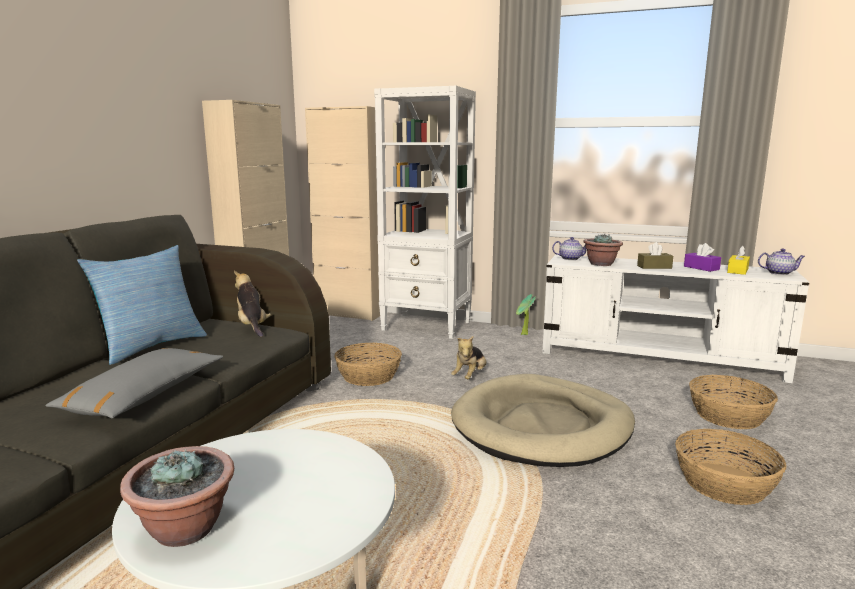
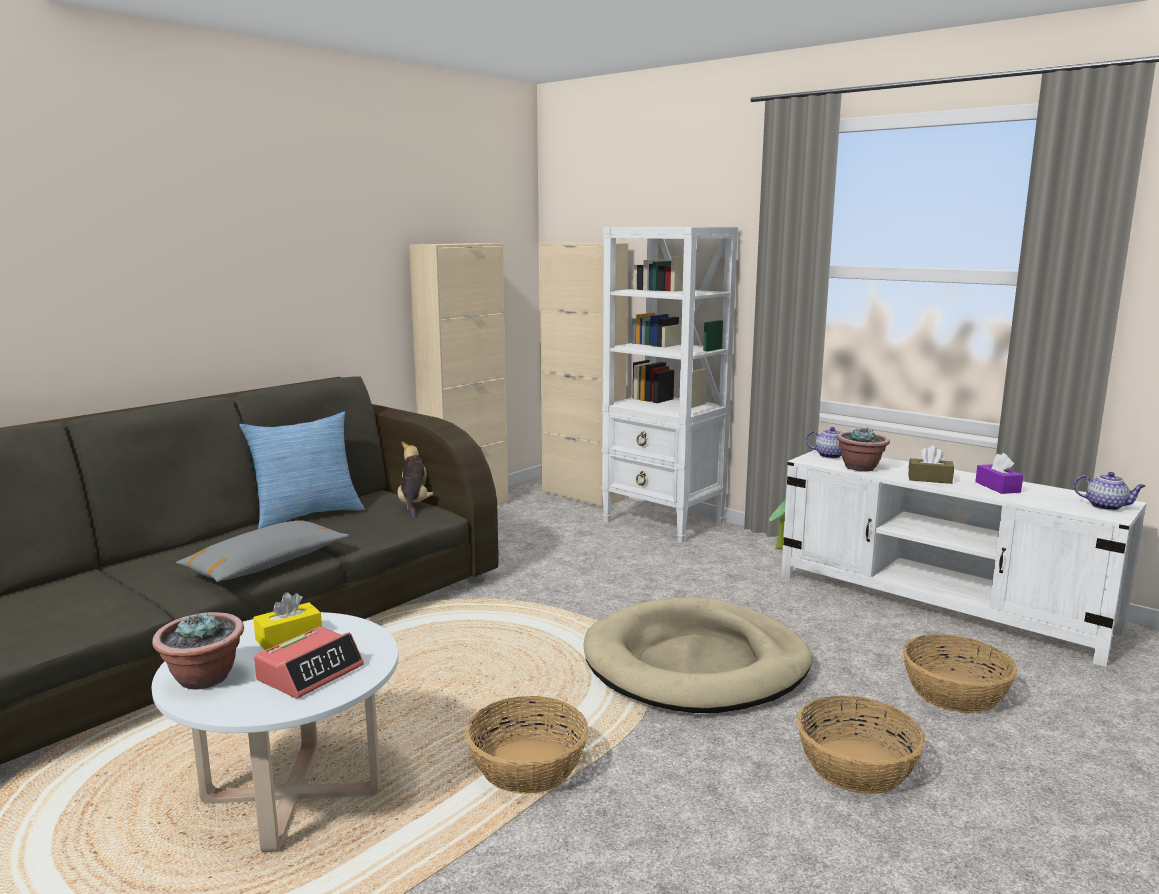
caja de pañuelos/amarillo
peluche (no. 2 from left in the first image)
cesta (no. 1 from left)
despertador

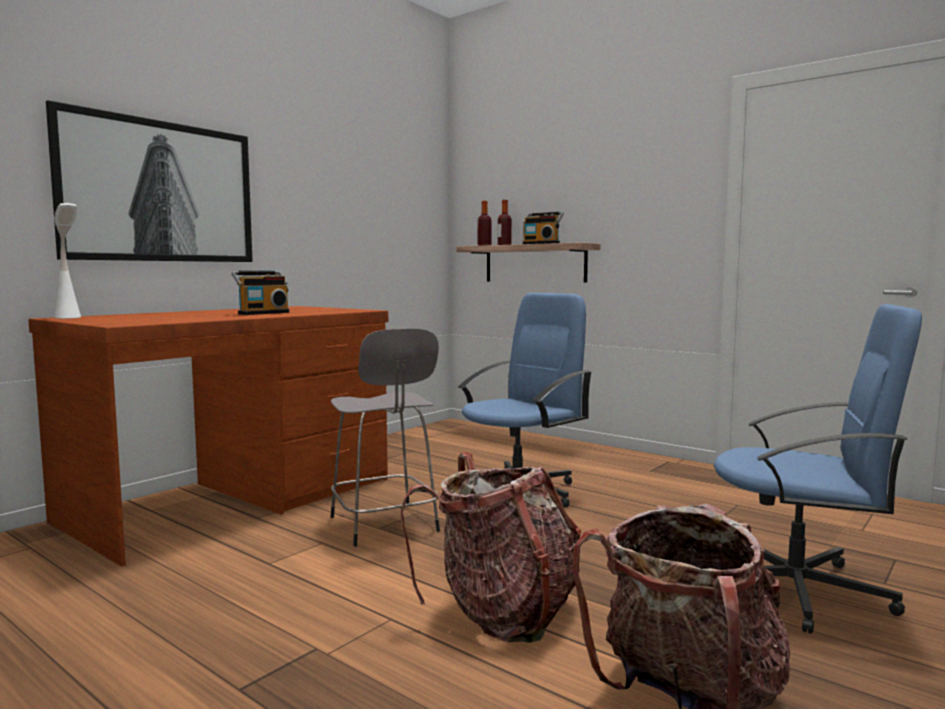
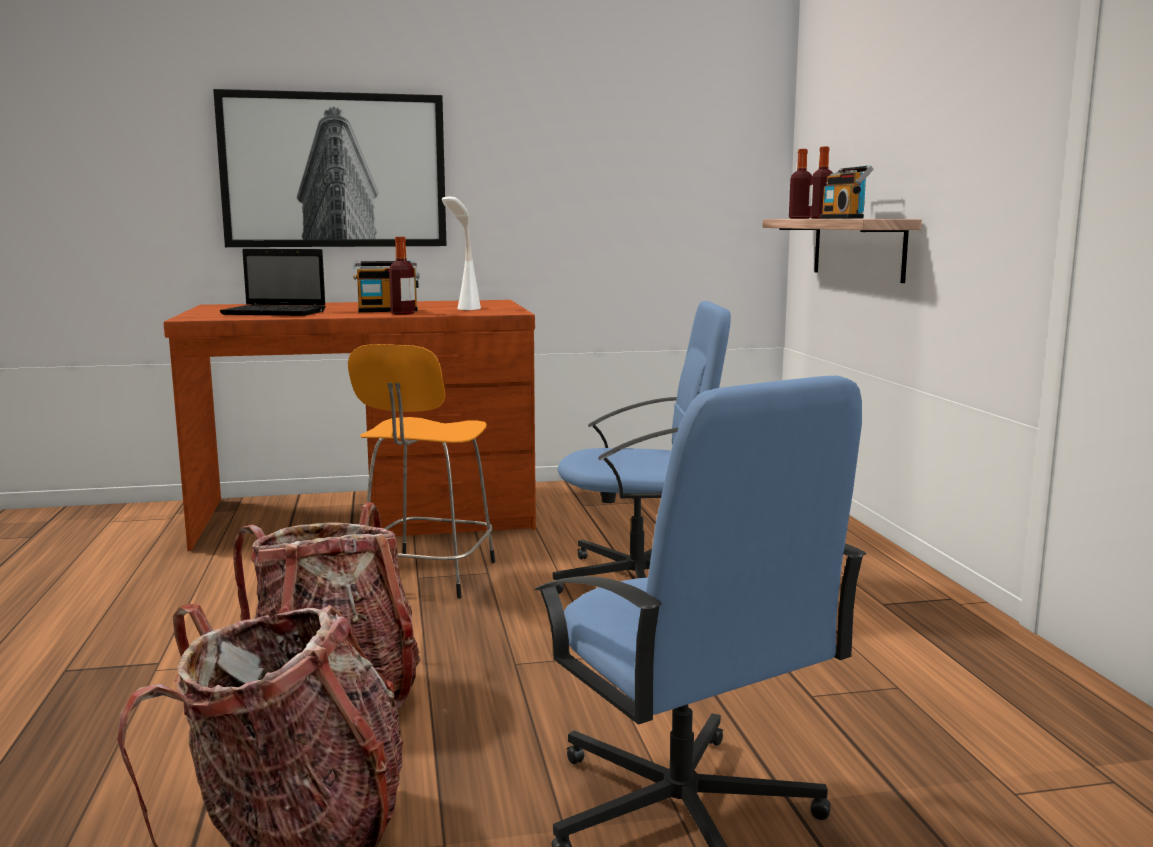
lámpara de mesa/blanco
taburete/naranja
botella (no. 1 from left)
portátil

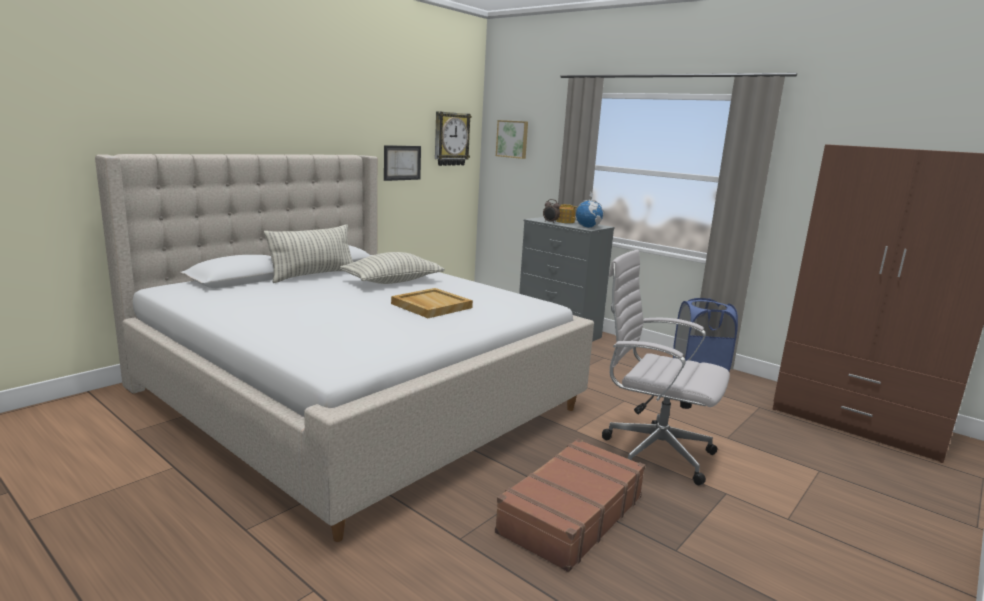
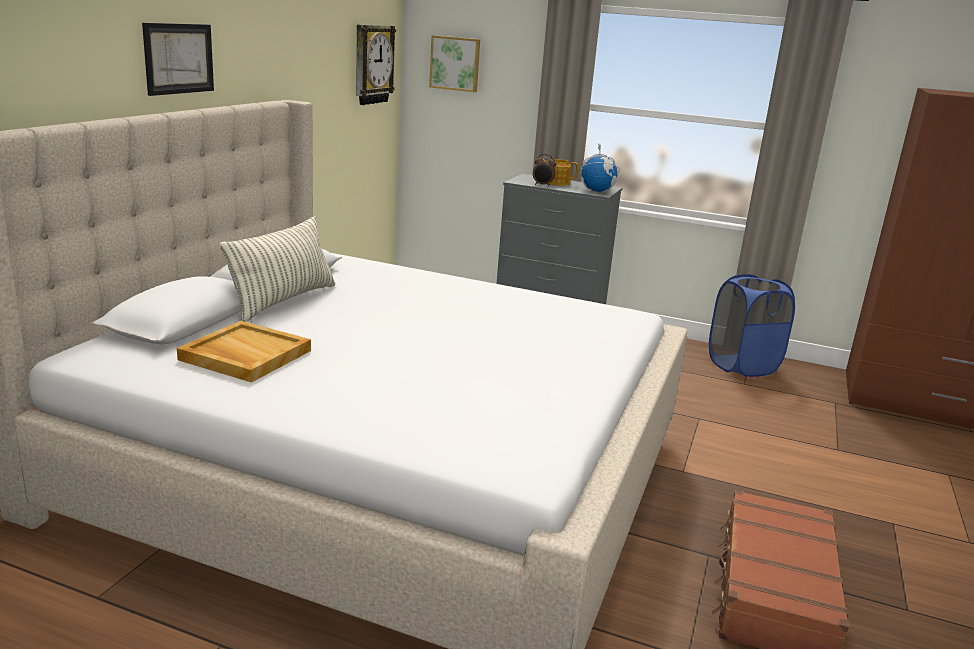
cuadro (no. 1 from left)
silla de oficina/blanco
cojín (no. 2 from left in the first image)
bandeja/beis

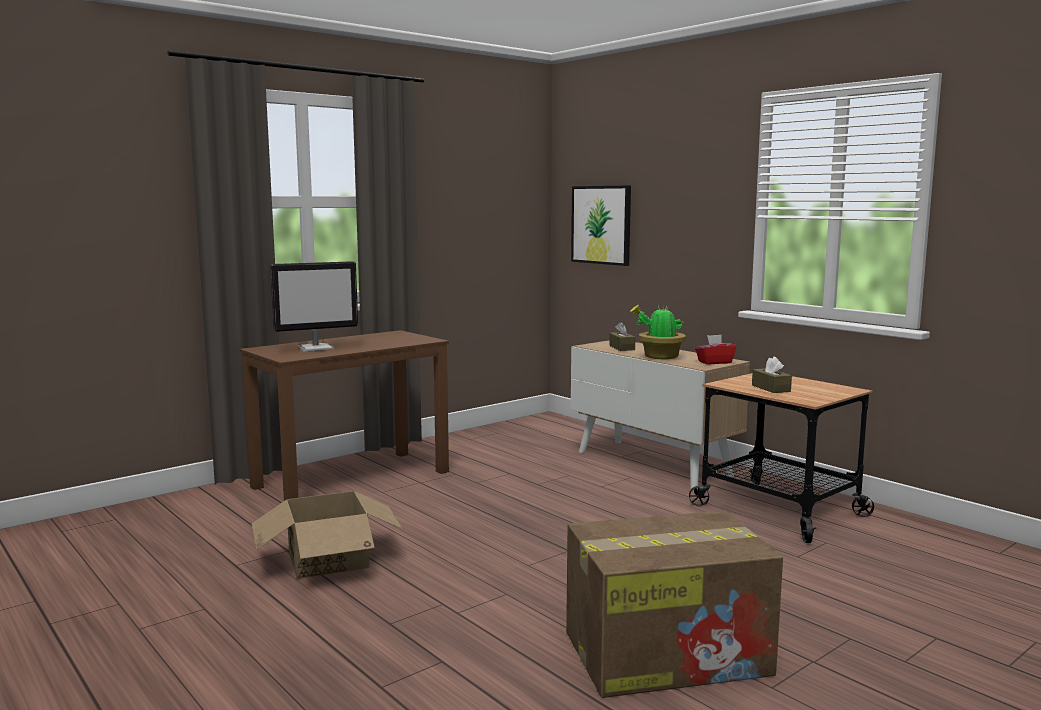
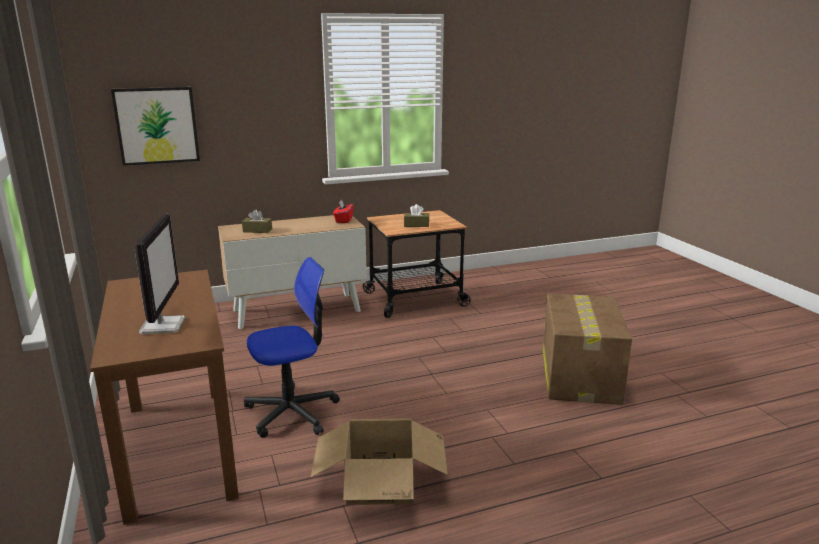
planta en maceta
silla de oficina

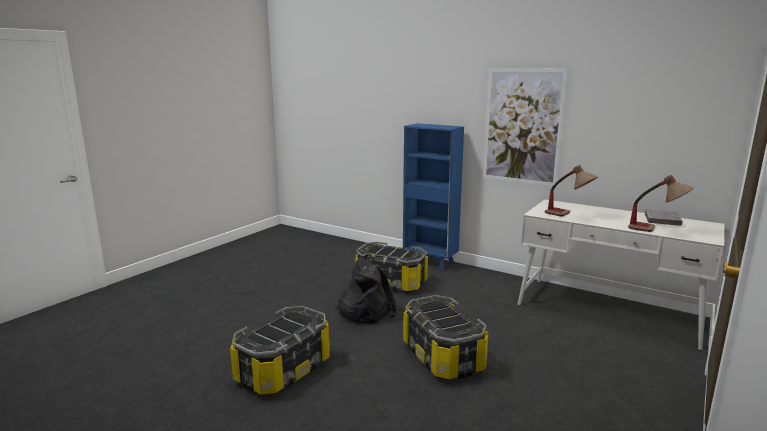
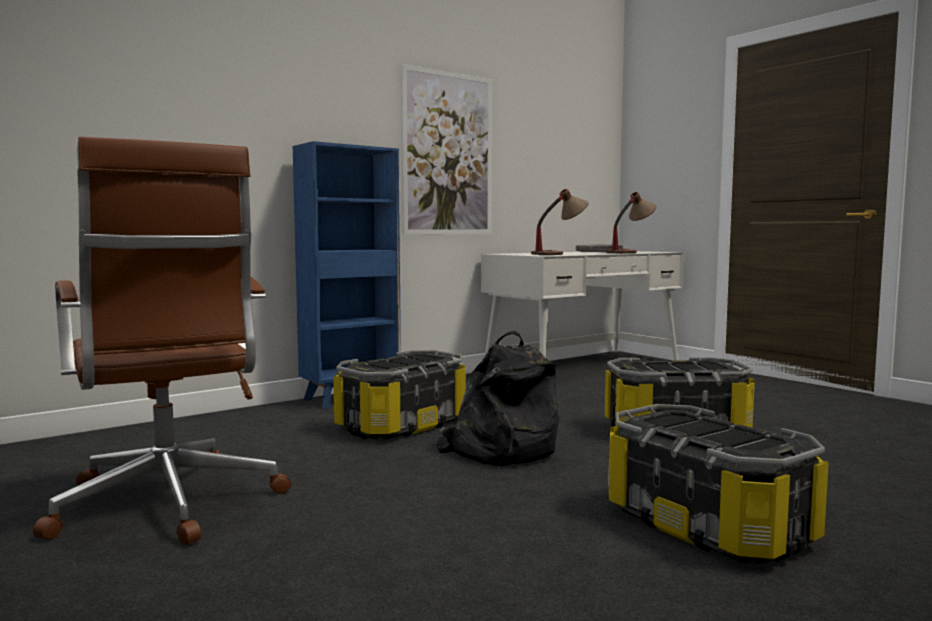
silla de oficina/marrón

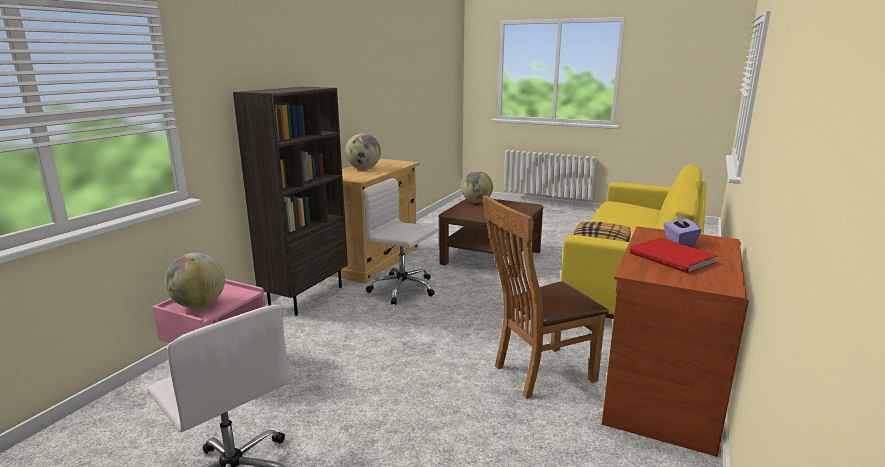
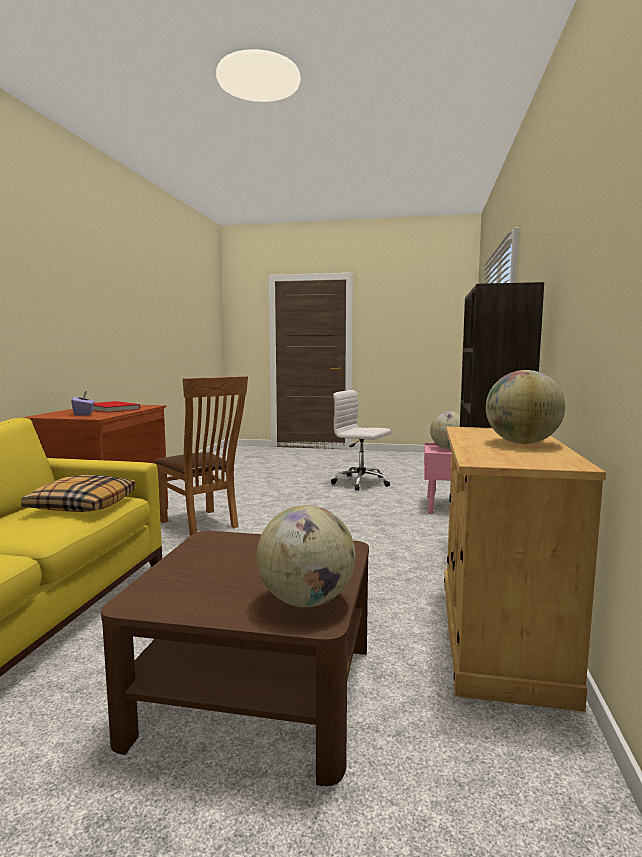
silla de oficina/blanco (no. 2 from left in the first image)
silla/marrón

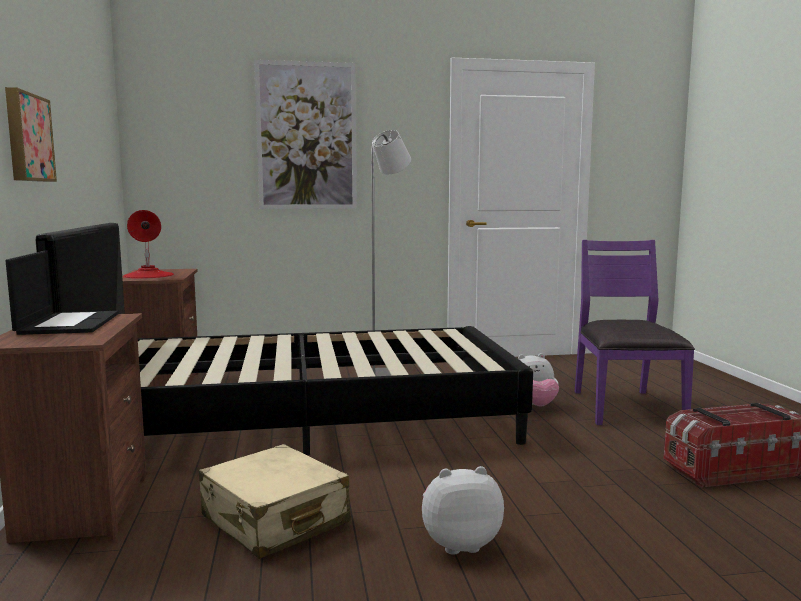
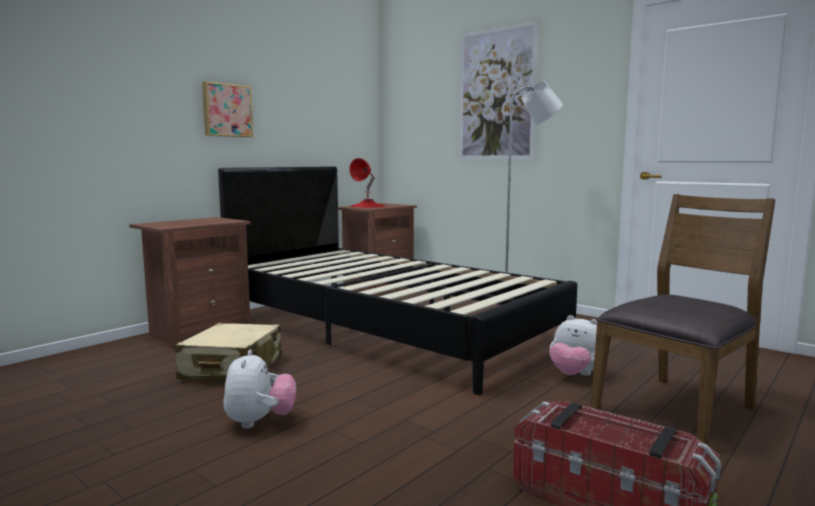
silla/marrón
portátil
peluche (no. 1 from left)

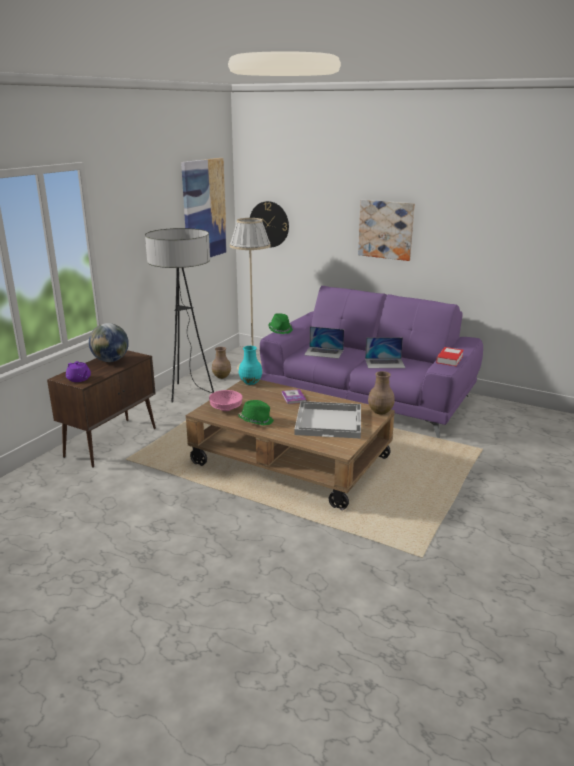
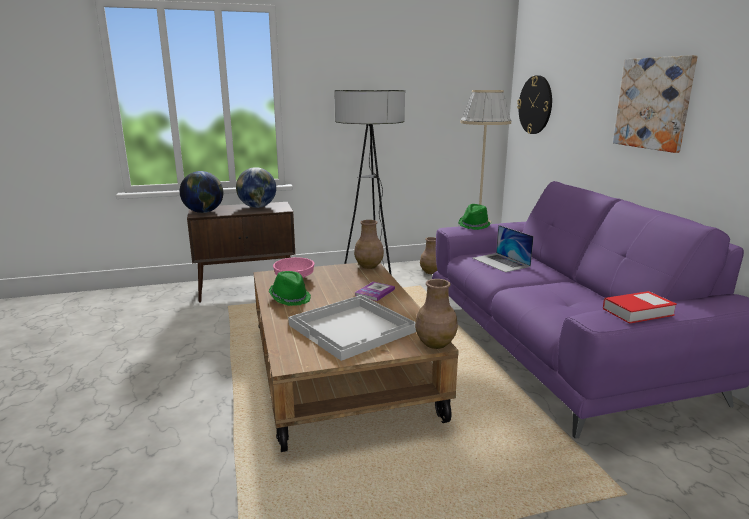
cuadro (no. 1 from left in the first image)
portátil (no. 2 from left in the first image)
florero/marrón (no. 1 from left)
globo terráqueo (no. 1 from left)

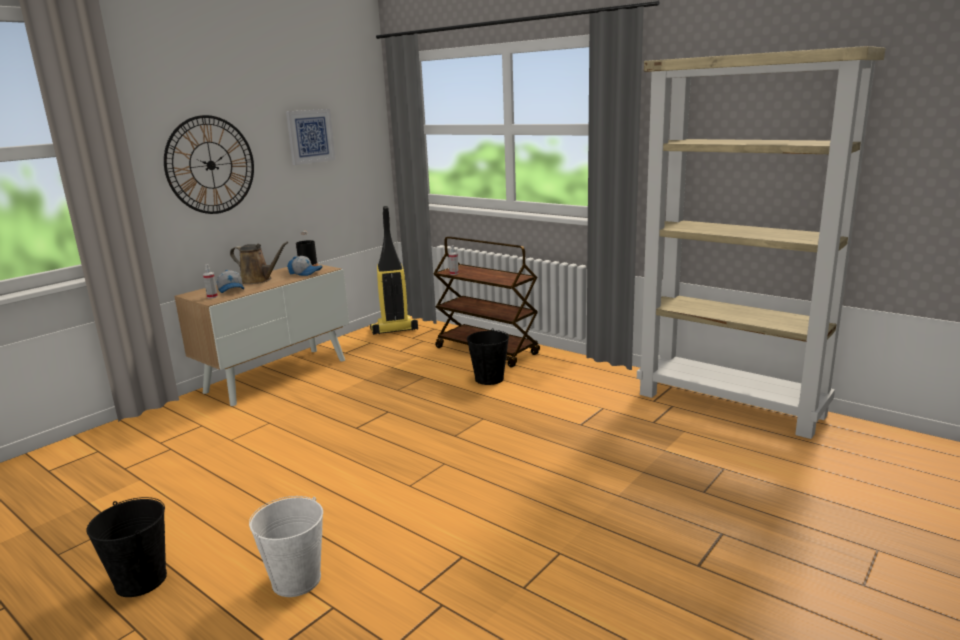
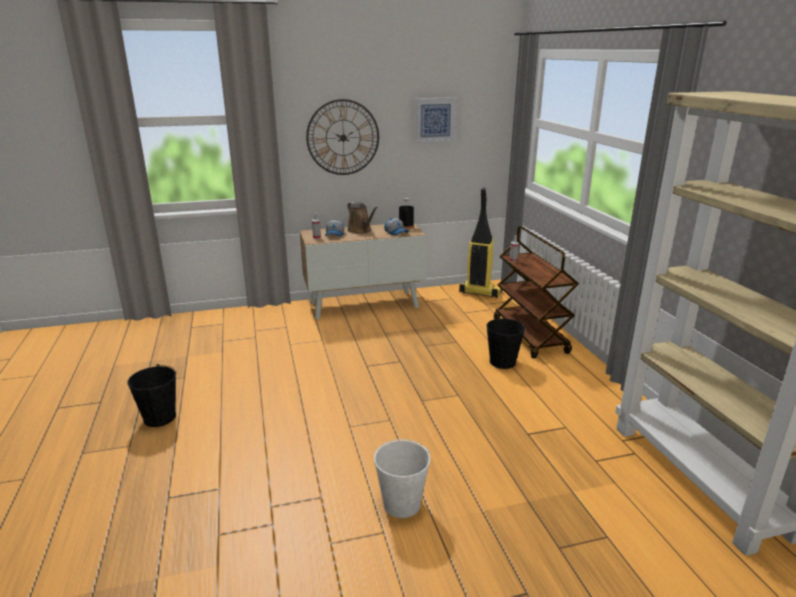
cubo/blanco

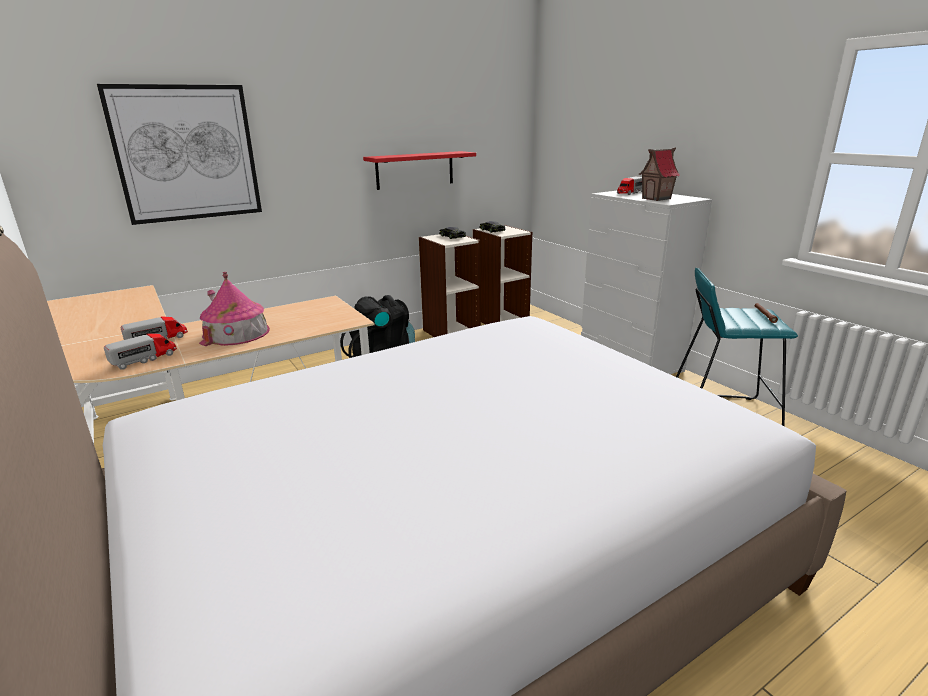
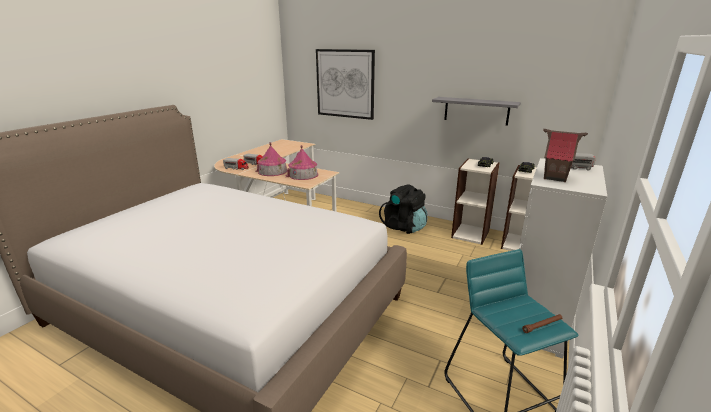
estante/gris
casita (no. 2 from left)

